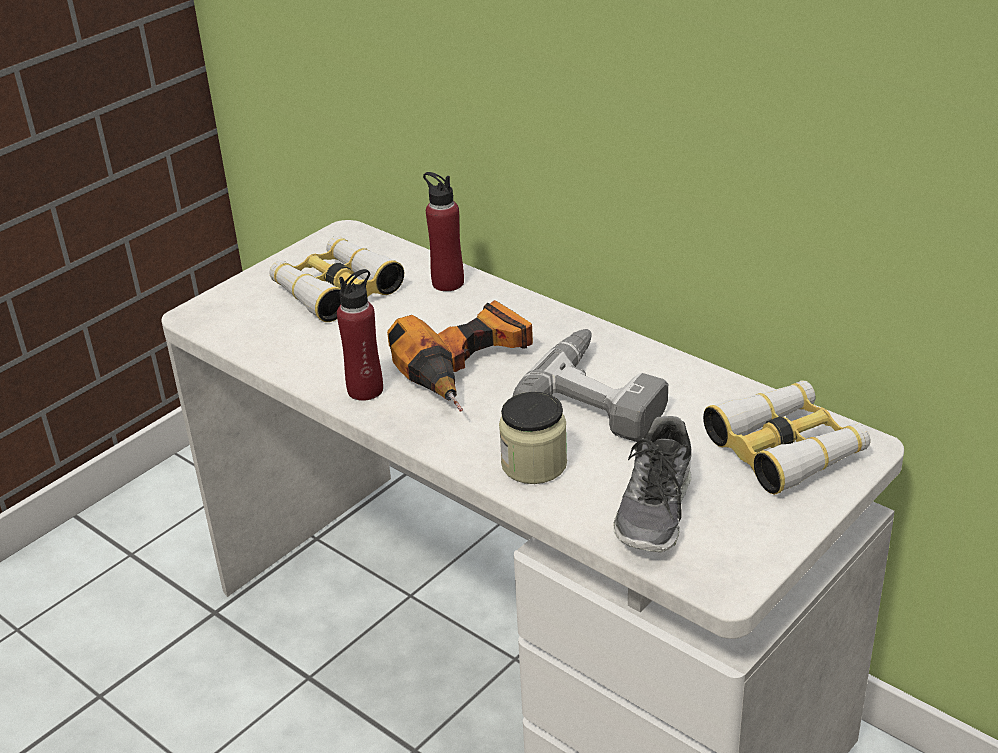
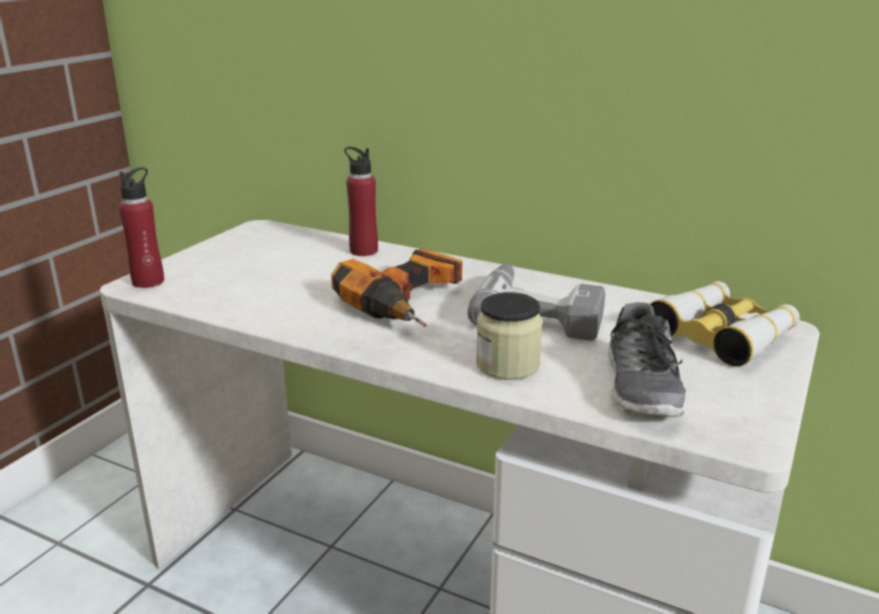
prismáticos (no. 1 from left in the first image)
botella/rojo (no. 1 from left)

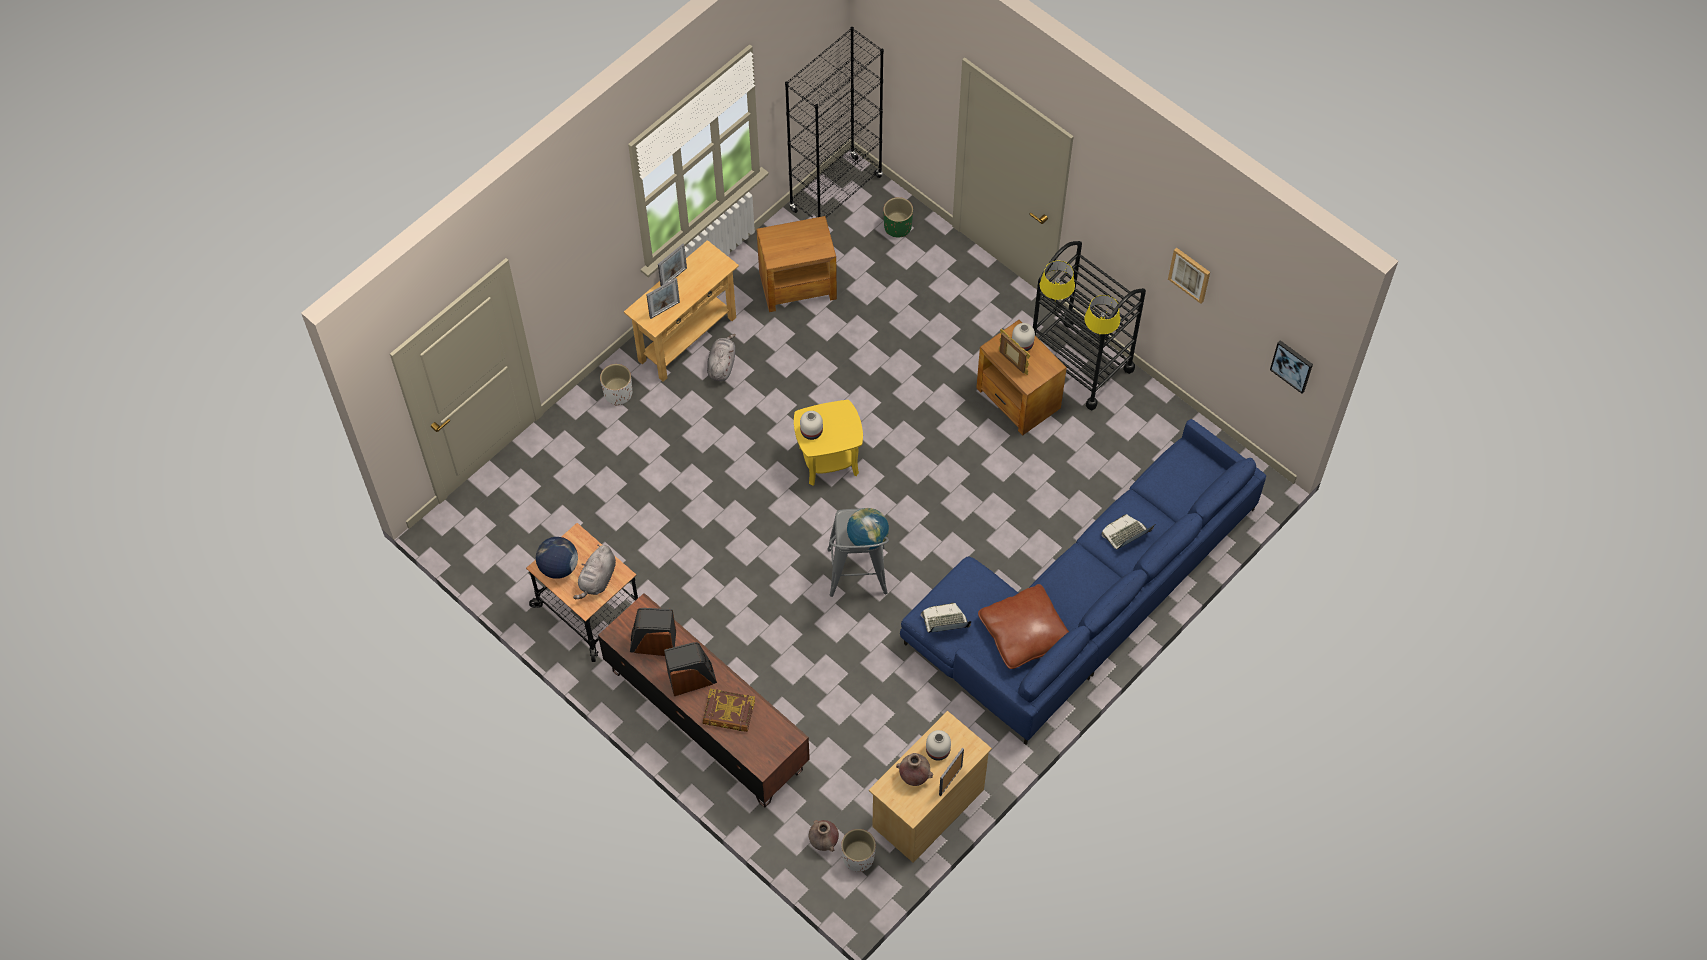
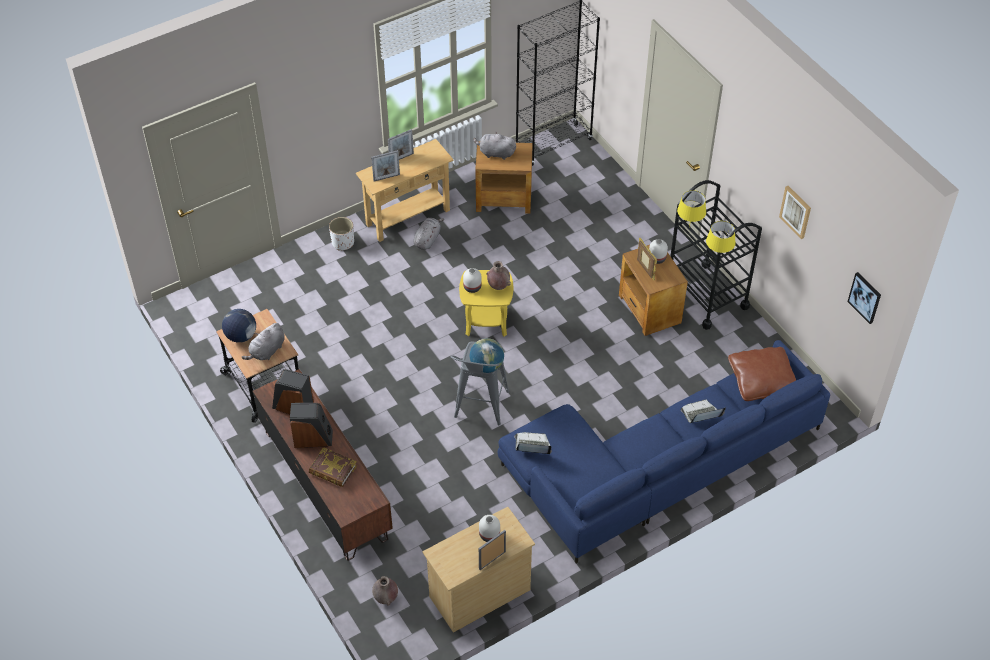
maceta/verde
cojín/marrón
florero/marrón (no. 2 from left)
maceta/blanco (no. 2 from left in the first image)
peluche/gris (no. 3 from left)

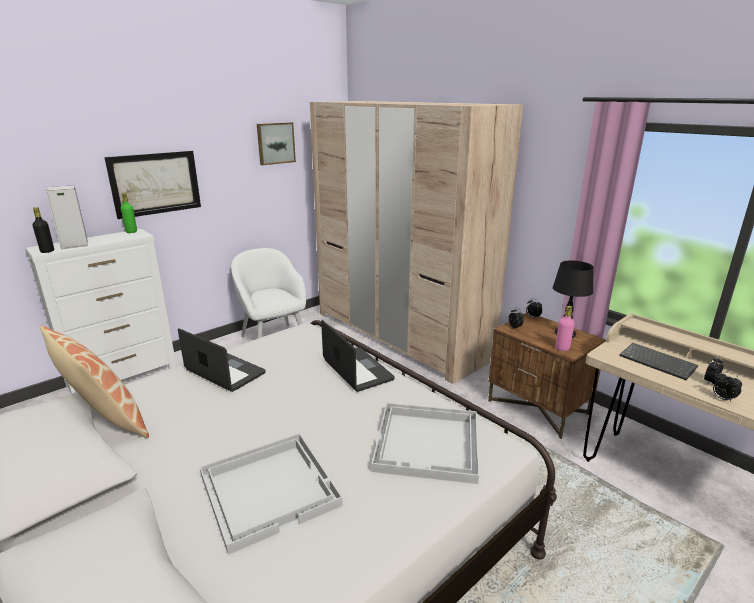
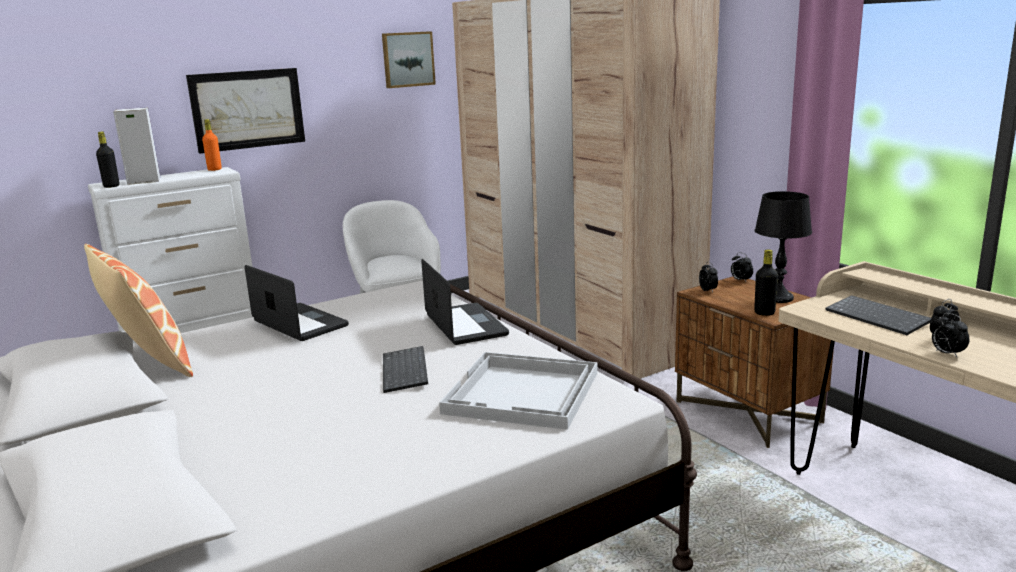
botella/naranja
botella/negro (no. 2 from left)
bandeja/blanco (no. 1 from left in the first image)
teclado (no. 1 from left)

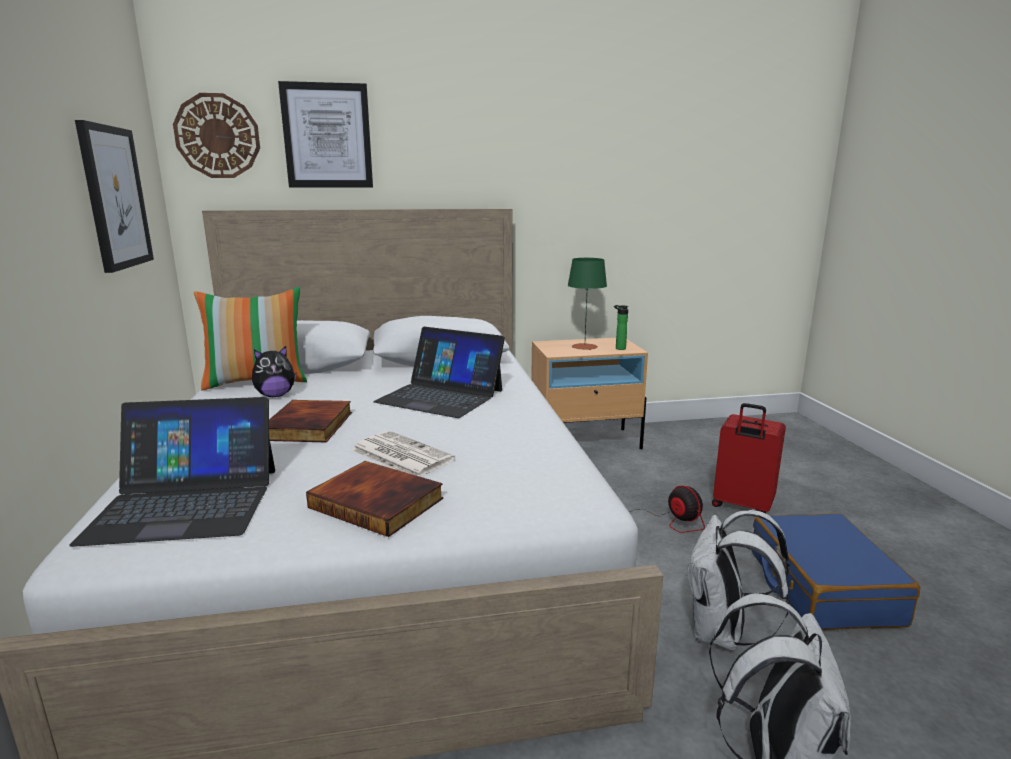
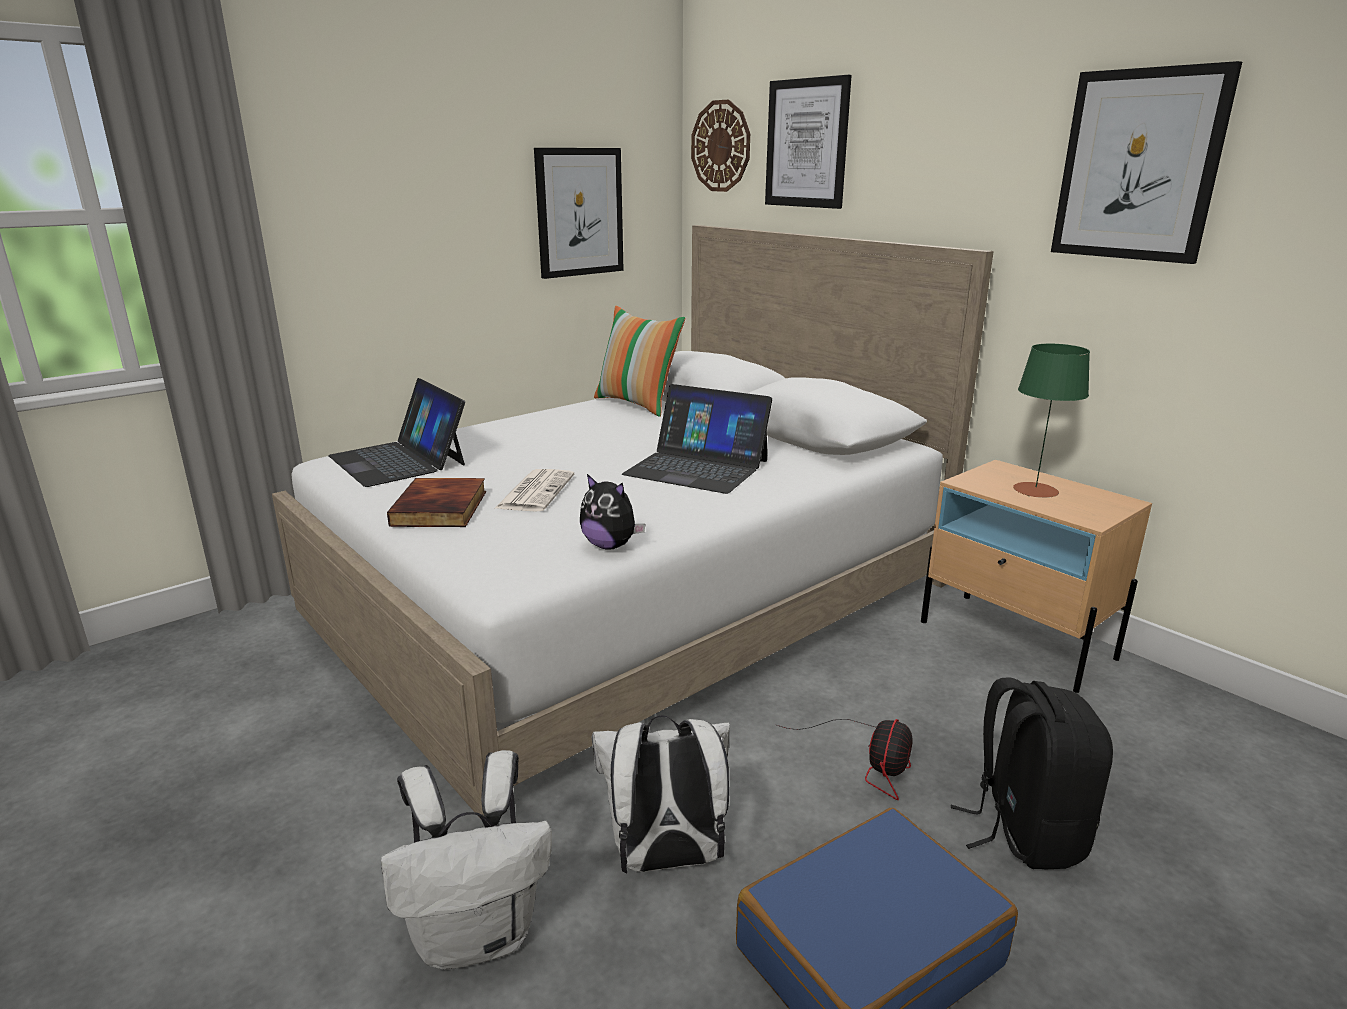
botella
portátil (no. 2 from left)
peluche
libro (no. 1 from left in the first image)
mochila/negro
cuadro (no. 3 from left)

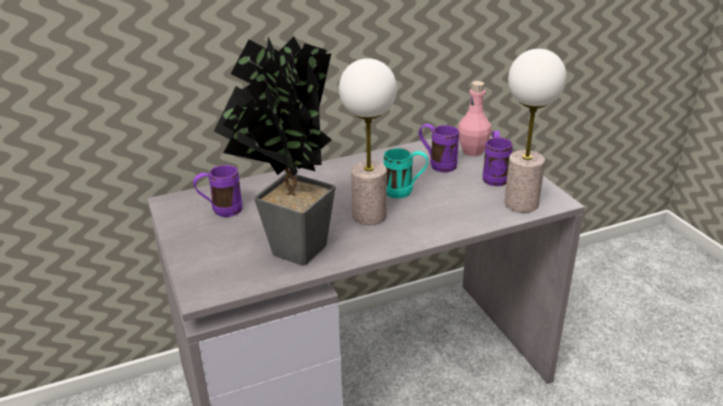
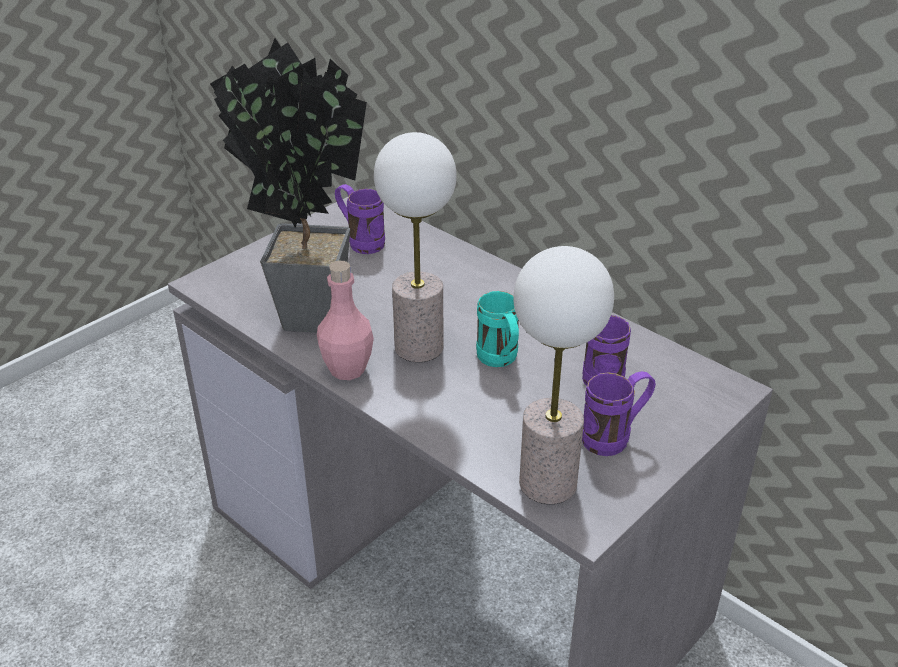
botella/rosa

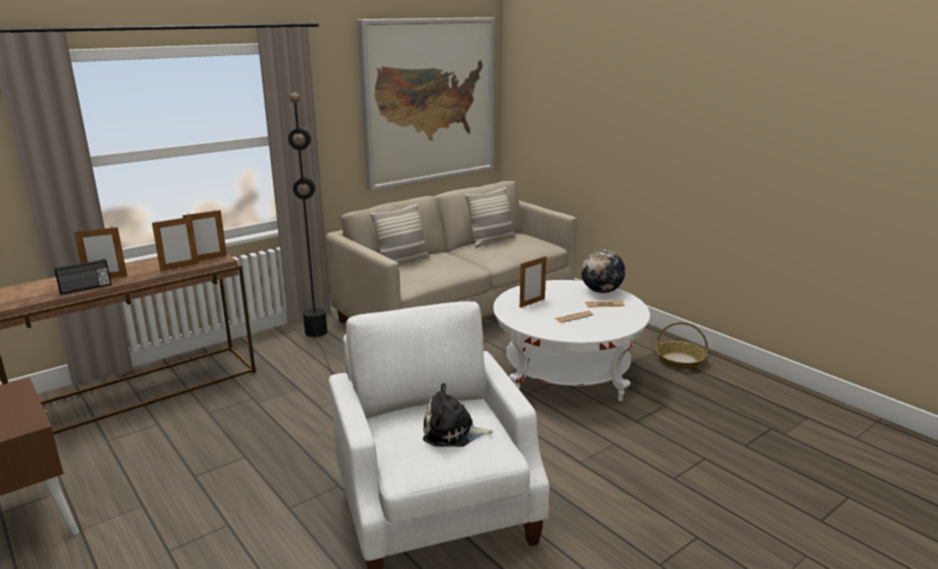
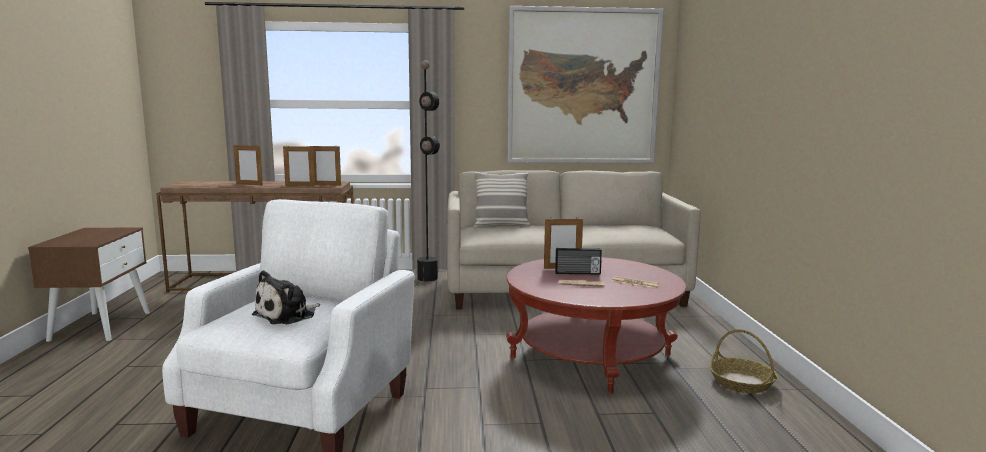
cojín (no. 2 from left in the first image)
globo terráqueo
radio
mesa de centro/rojo
peluche

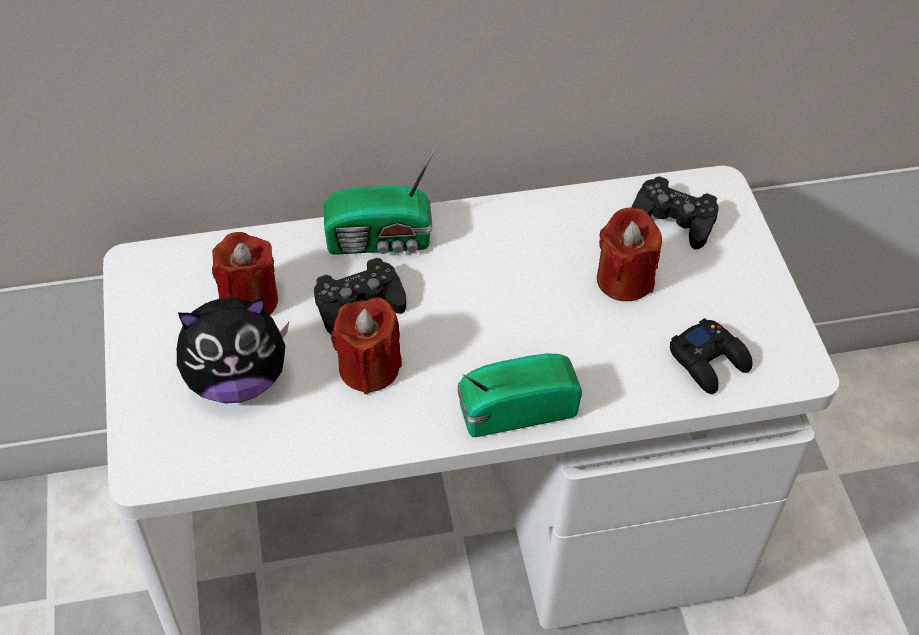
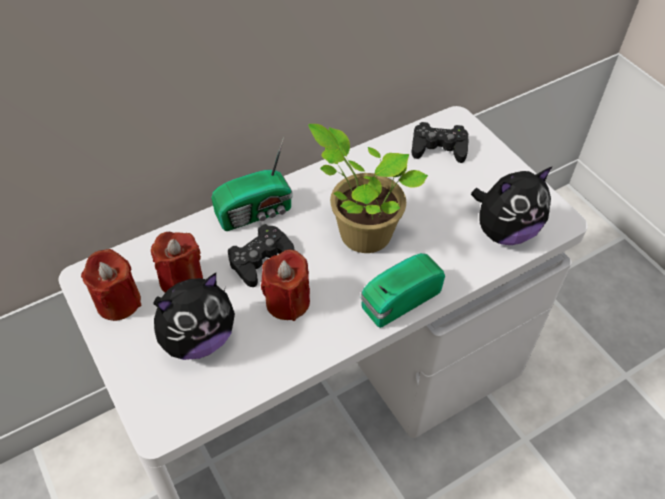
vela/rojo (no. 1 from left)
peluche (no. 2 from left)
planta en maceta

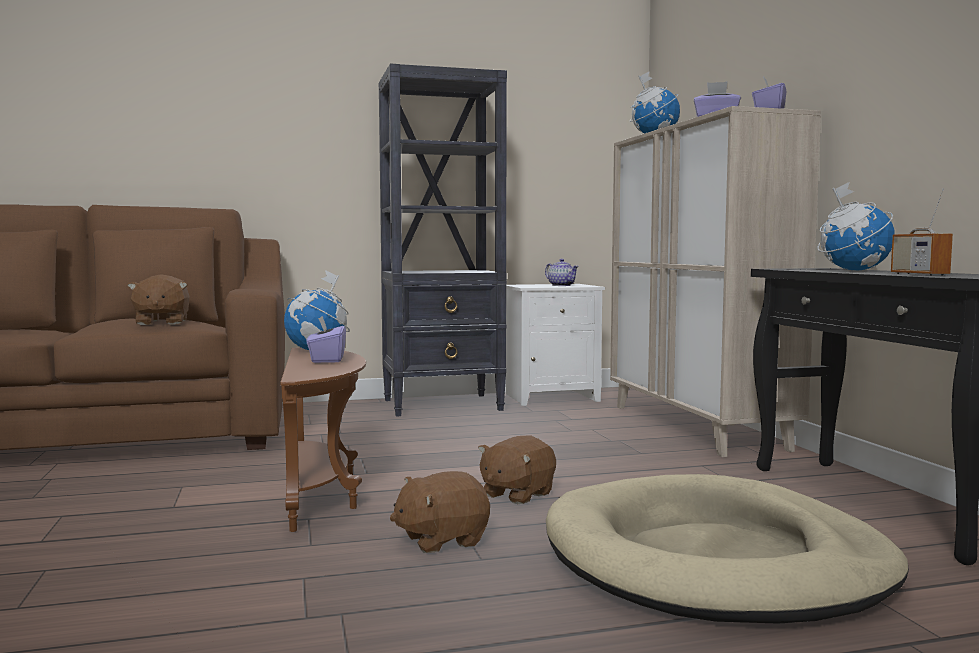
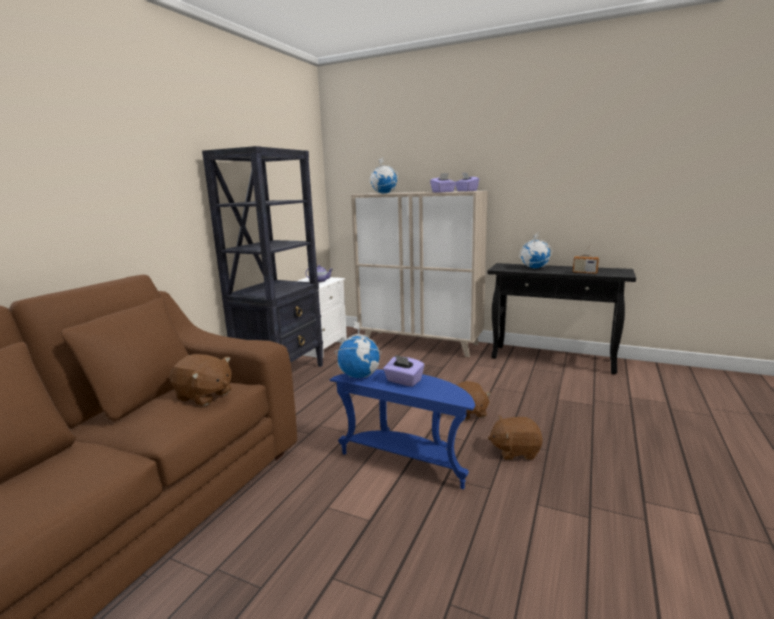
mesa auxiliar/azul
peluche/marrón (no. 3 from left)
cama para perro/beis

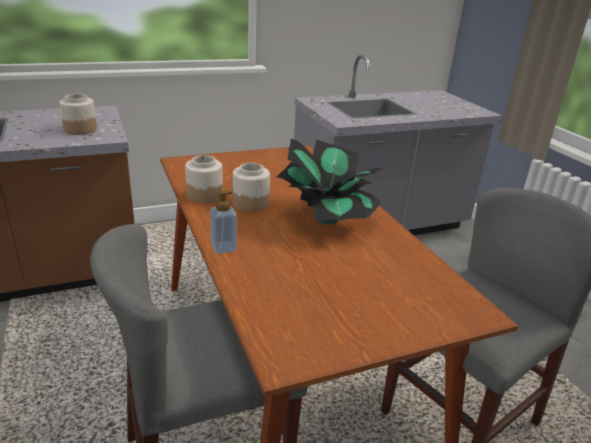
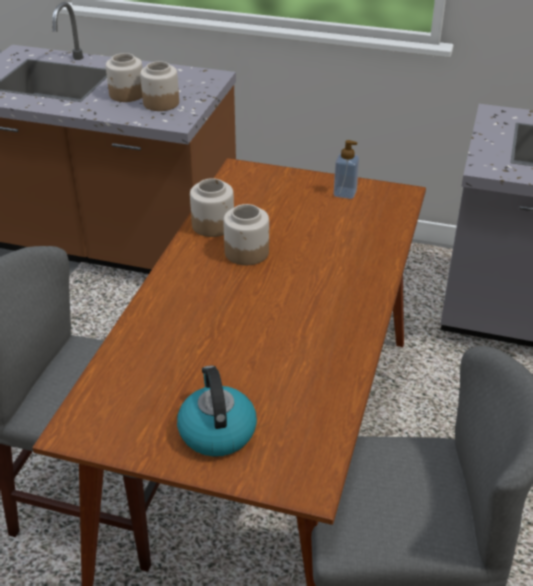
planta en maceta
dispensador de jabón
tarro (no. 1 from left)
hervidor

